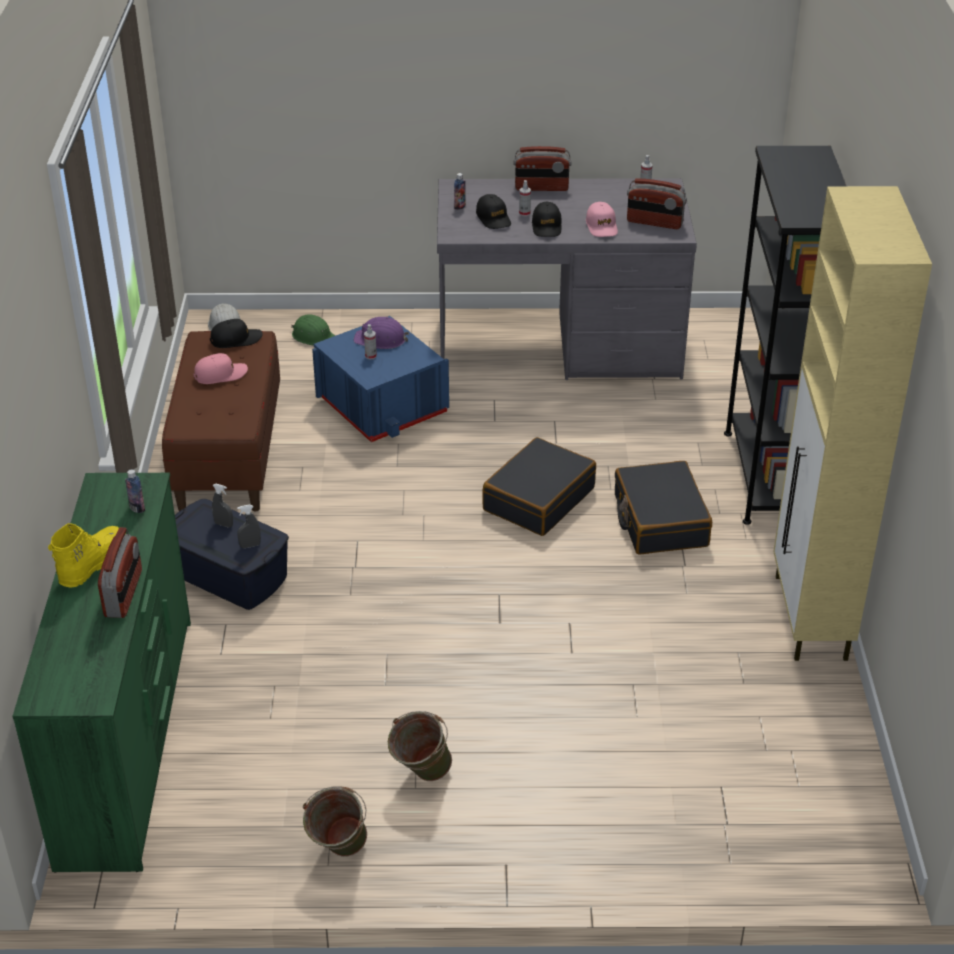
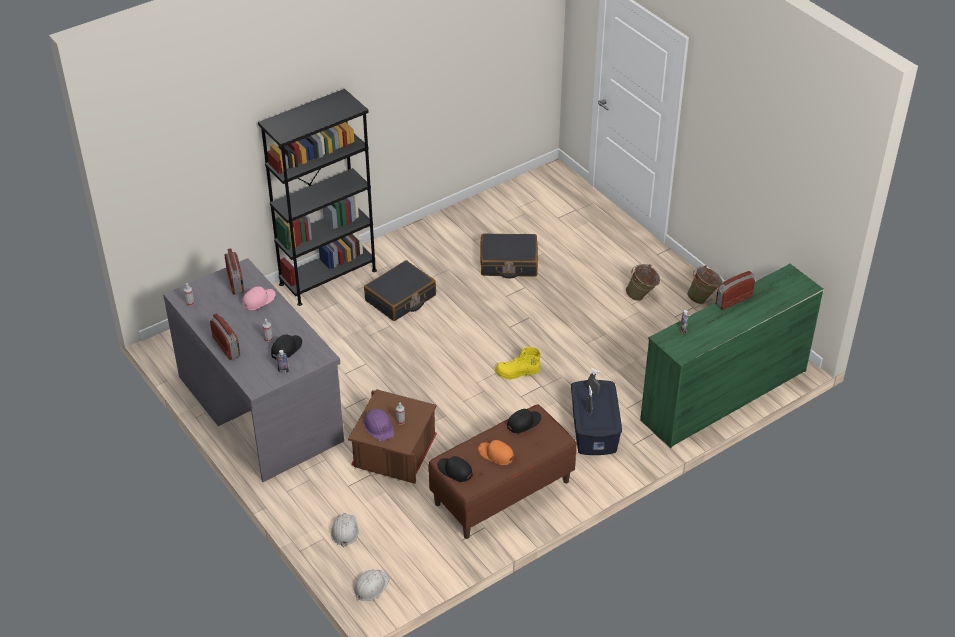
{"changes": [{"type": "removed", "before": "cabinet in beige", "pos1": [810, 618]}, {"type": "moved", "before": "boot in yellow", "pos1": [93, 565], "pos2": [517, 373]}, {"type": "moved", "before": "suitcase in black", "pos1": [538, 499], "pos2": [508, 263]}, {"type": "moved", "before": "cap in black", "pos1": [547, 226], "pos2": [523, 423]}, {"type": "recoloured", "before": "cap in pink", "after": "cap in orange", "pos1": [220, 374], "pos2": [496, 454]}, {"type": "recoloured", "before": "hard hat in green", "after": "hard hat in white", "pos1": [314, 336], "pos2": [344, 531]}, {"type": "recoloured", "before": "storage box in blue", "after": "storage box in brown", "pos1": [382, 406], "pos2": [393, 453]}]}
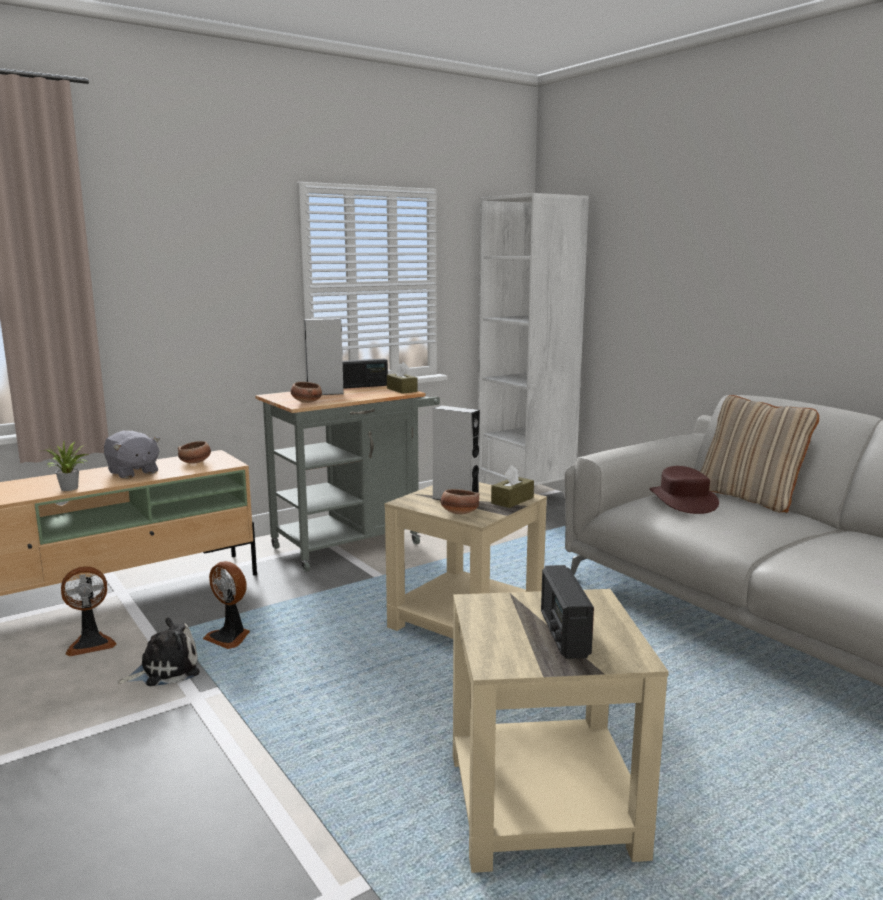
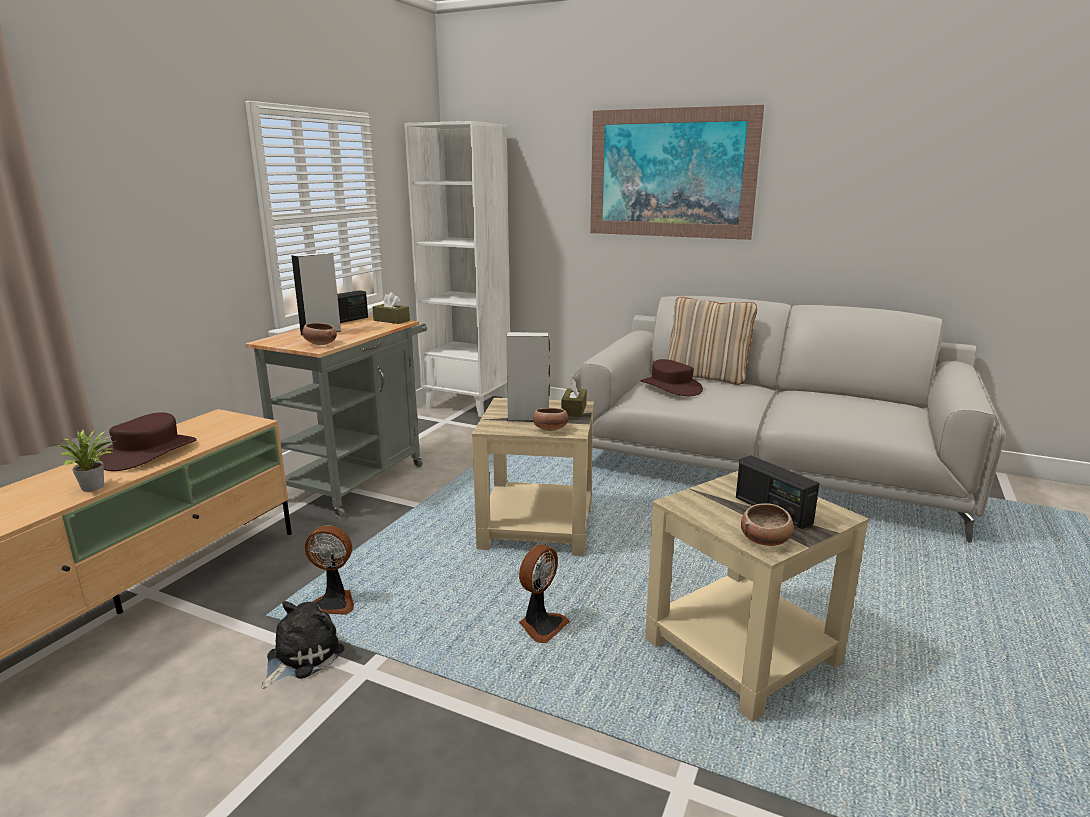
{"changes": [{"type": "added", "after": "picture", "pos2": [671, 173]}, {"type": "moved", "before": "fan", "pos1": [91, 643], "pos2": [541, 626]}, {"type": "moved", "before": "bowl", "pos1": [195, 462], "pos2": [765, 540]}, {"type": "replaced", "before": "plush toy in grey", "after": "hat in brown", "pos1": [132, 472], "pos2": [148, 452]}]}
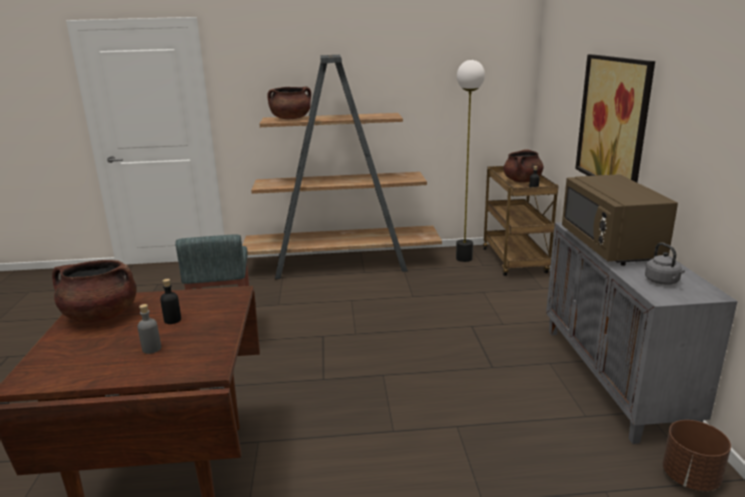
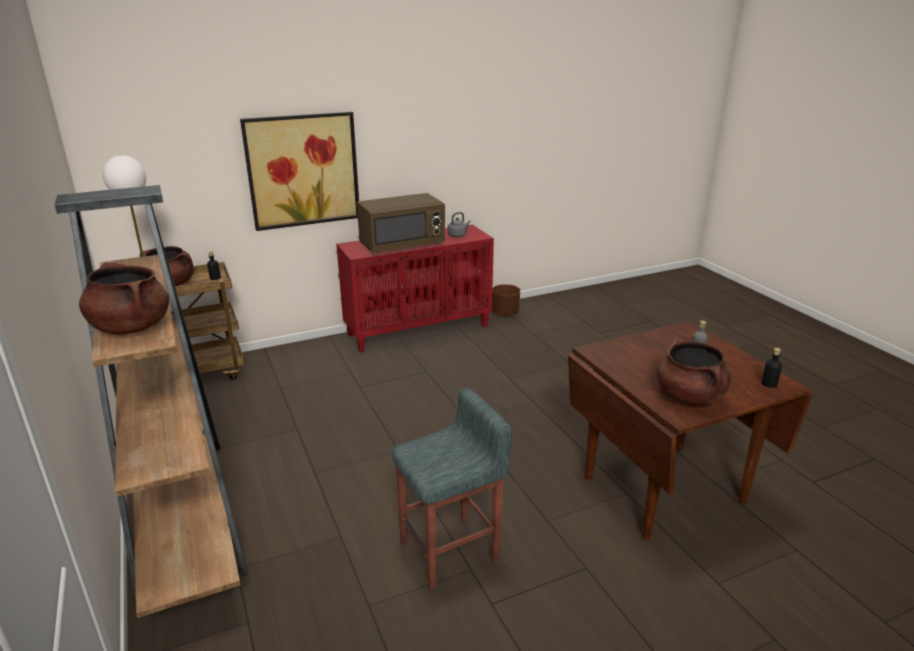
{"changes": [{"type": "moved", "before": "bottle in black", "pos1": [172, 320], "pos2": [769, 384]}, {"type": "recoloured", "before": "cabinet in grey", "after": "cabinet in red", "pos1": [614, 378], "pos2": [419, 329]}]}
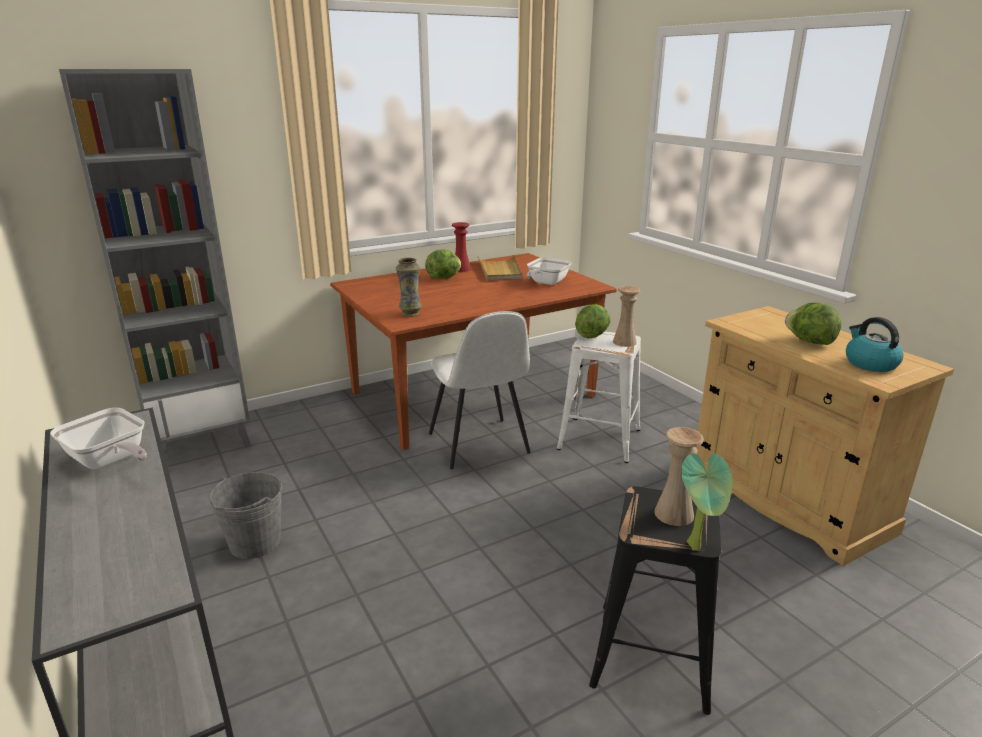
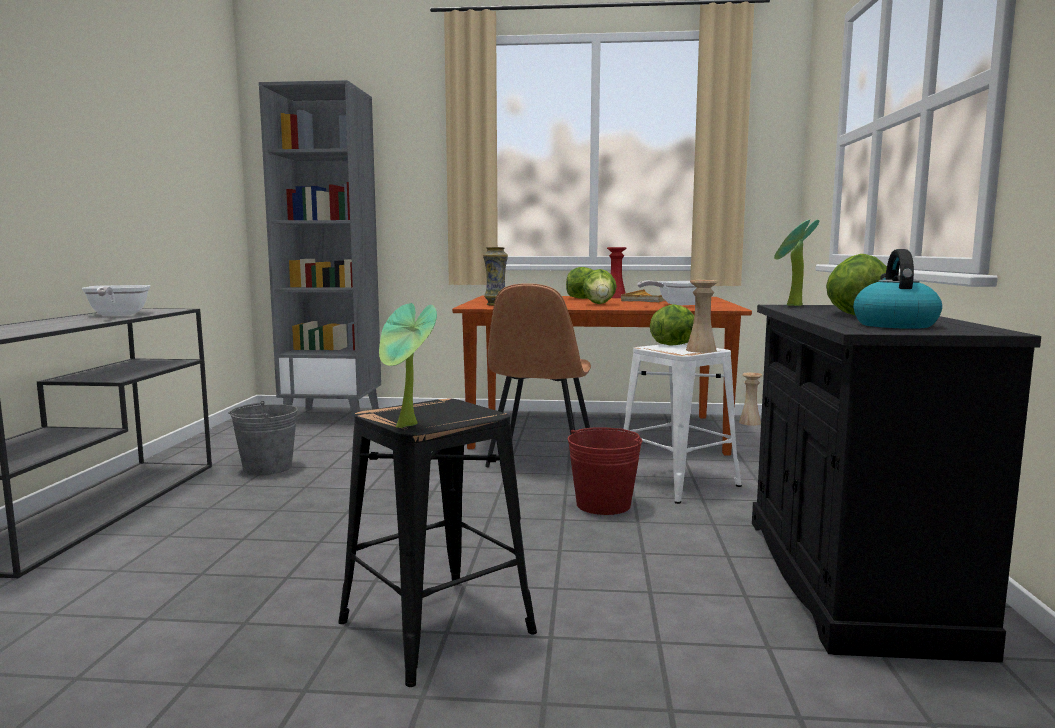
{"changes": [{"type": "added", "after": "bucket in red", "pos2": [603, 505]}, {"type": "added", "after": "lettuce", "pos2": [599, 304]}, {"type": "added", "after": "potted plant", "pos2": [791, 305]}, {"type": "moved", "before": "vase in beige", "pos1": [674, 514], "pos2": [749, 422]}, {"type": "recoloured", "before": "chair in white", "after": "chair in brown", "pos1": [479, 444], "pos2": [541, 460]}, {"type": "recoloured", "before": "cabinet in beige", "after": "cabinet in black", "pos1": [786, 498], "pos2": [850, 579]}]}
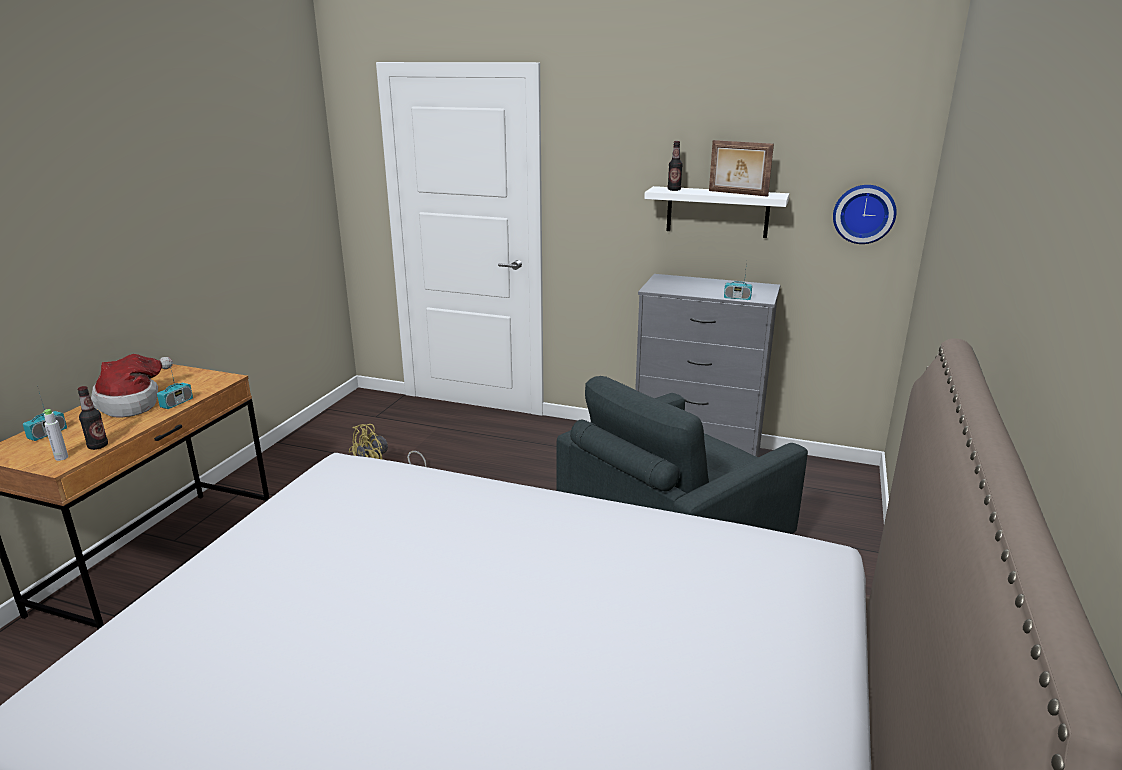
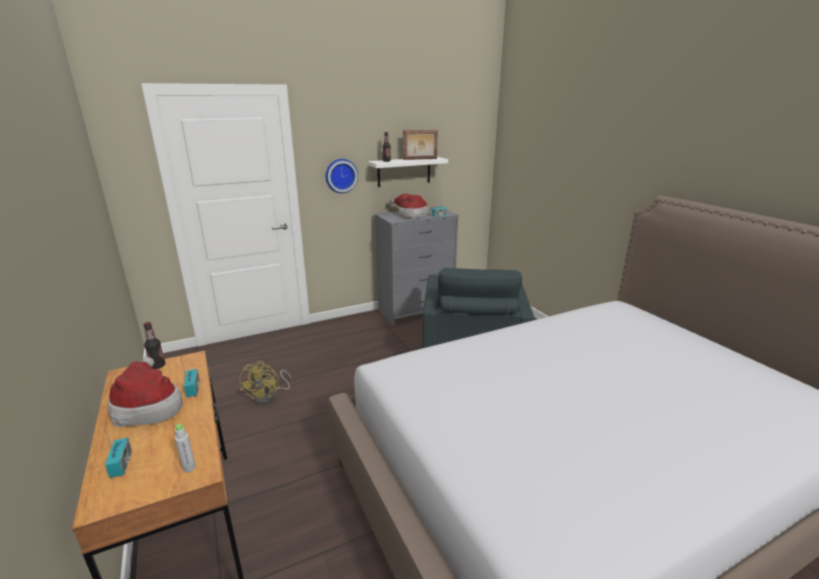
{"changes": [{"type": "added", "after": "hat", "pos2": [411, 215]}, {"type": "moved", "before": "bottle", "pos1": [98, 446], "pos2": [158, 366]}, {"type": "moved", "before": "wall clock", "pos1": [864, 213], "pos2": [341, 175]}]}
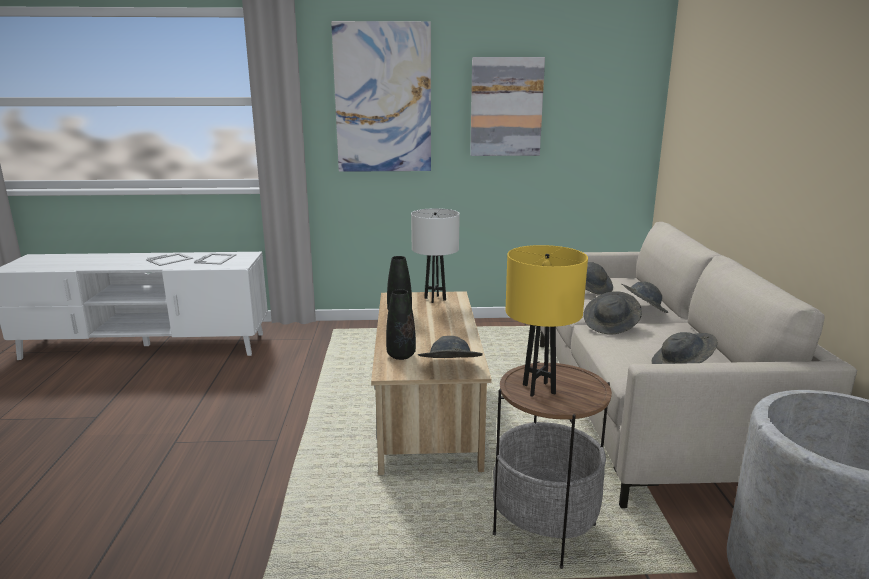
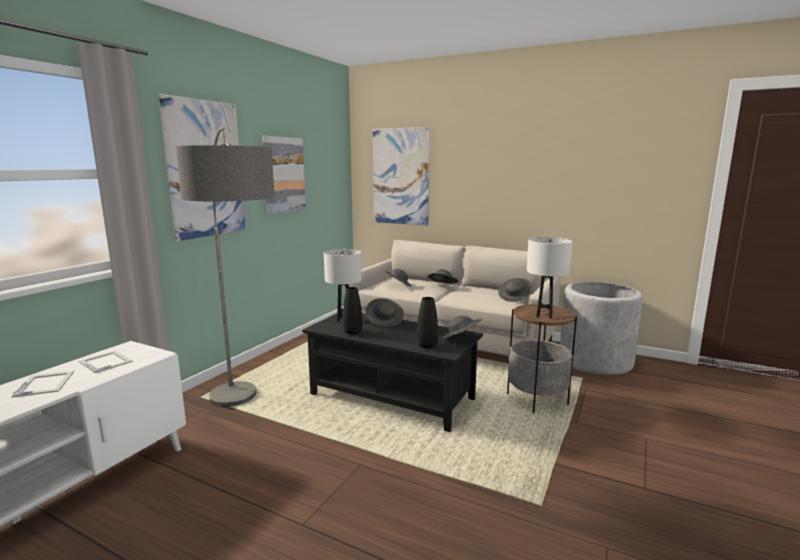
{"changes": [{"type": "added", "after": "floor lamp", "pos2": [243, 421]}, {"type": "added", "after": "picture", "pos2": [400, 177]}, {"type": "moved", "before": "hat in grey", "pos1": [611, 325], "pos2": [385, 321]}, {"type": "recoloured", "before": "coffee table in beige", "after": "coffee table in black", "pos1": [428, 414], "pos2": [392, 397]}, {"type": "recoloured", "before": "table lamp in yellow", "after": "table lamp in white", "pos1": [538, 389], "pos2": [544, 315]}]}
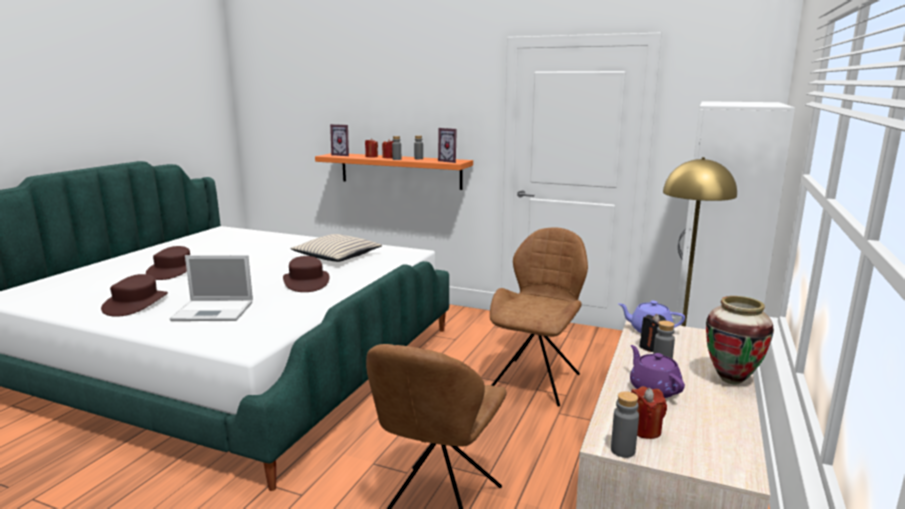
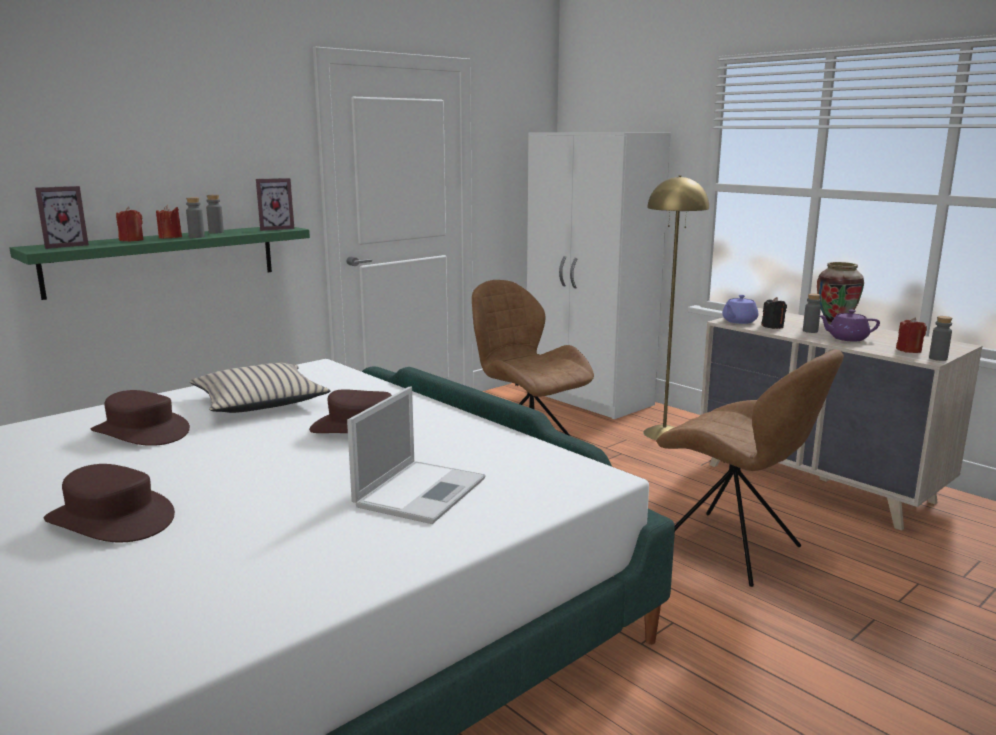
{"changes": [{"type": "moved", "before": "hat in brown", "pos1": [136, 303], "pos2": [141, 432]}, {"type": "recoloured", "before": "shelf in orange", "after": "shelf in green", "pos1": [400, 170], "pos2": [163, 259]}]}
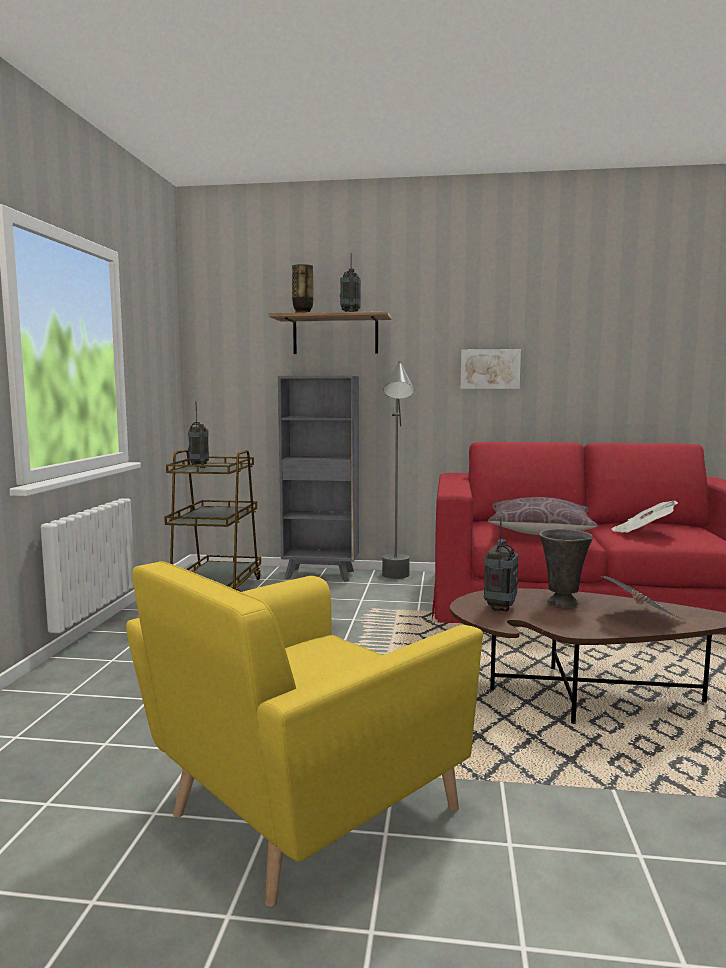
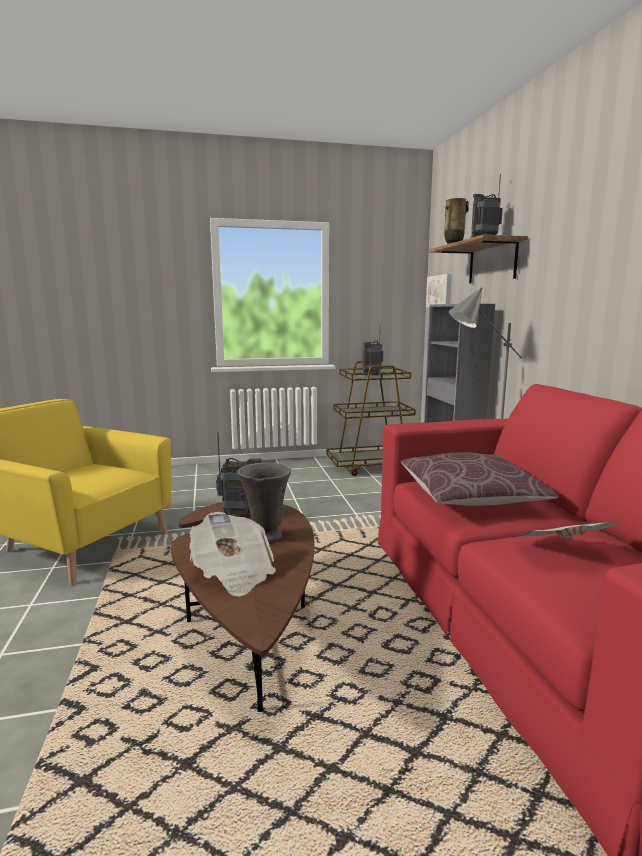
{"changes": [{"type": "moved", "before": "picture", "pos1": [490, 369], "pos2": [440, 291]}]}
